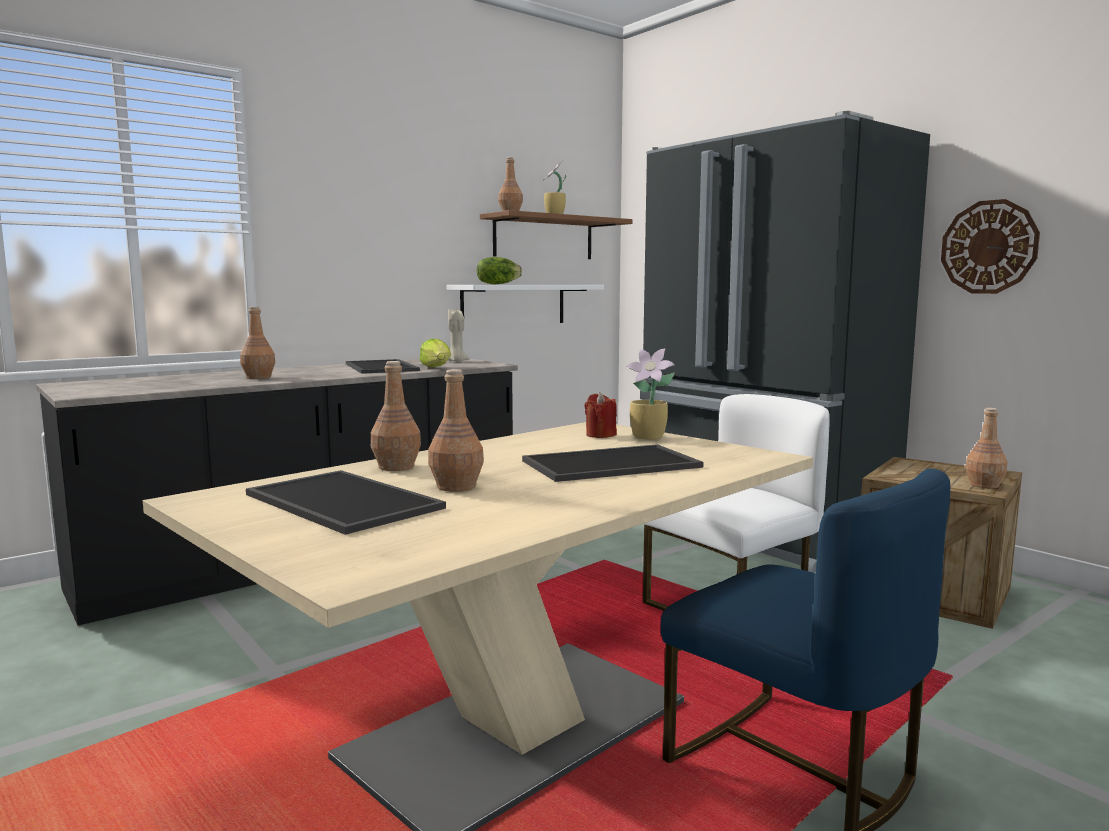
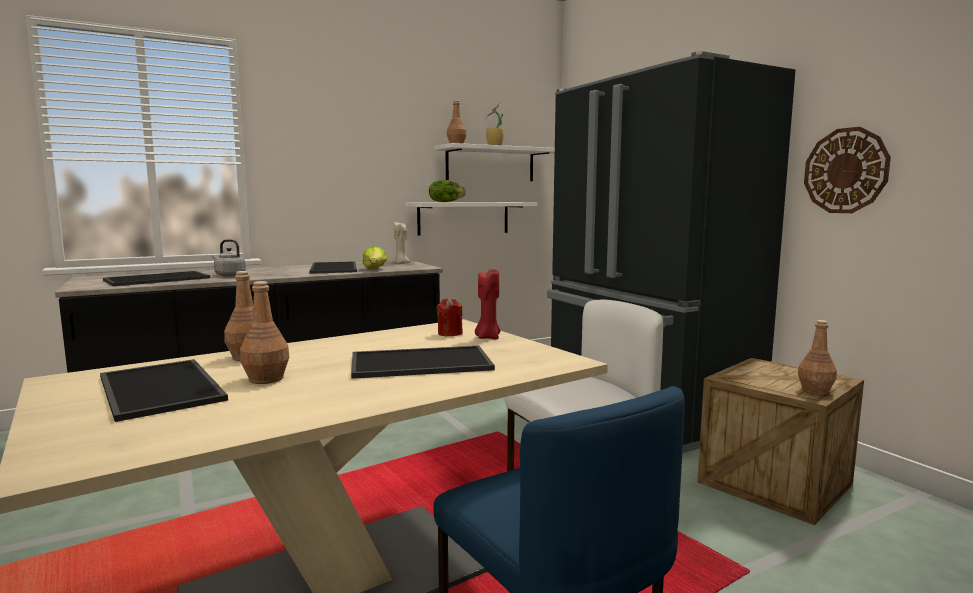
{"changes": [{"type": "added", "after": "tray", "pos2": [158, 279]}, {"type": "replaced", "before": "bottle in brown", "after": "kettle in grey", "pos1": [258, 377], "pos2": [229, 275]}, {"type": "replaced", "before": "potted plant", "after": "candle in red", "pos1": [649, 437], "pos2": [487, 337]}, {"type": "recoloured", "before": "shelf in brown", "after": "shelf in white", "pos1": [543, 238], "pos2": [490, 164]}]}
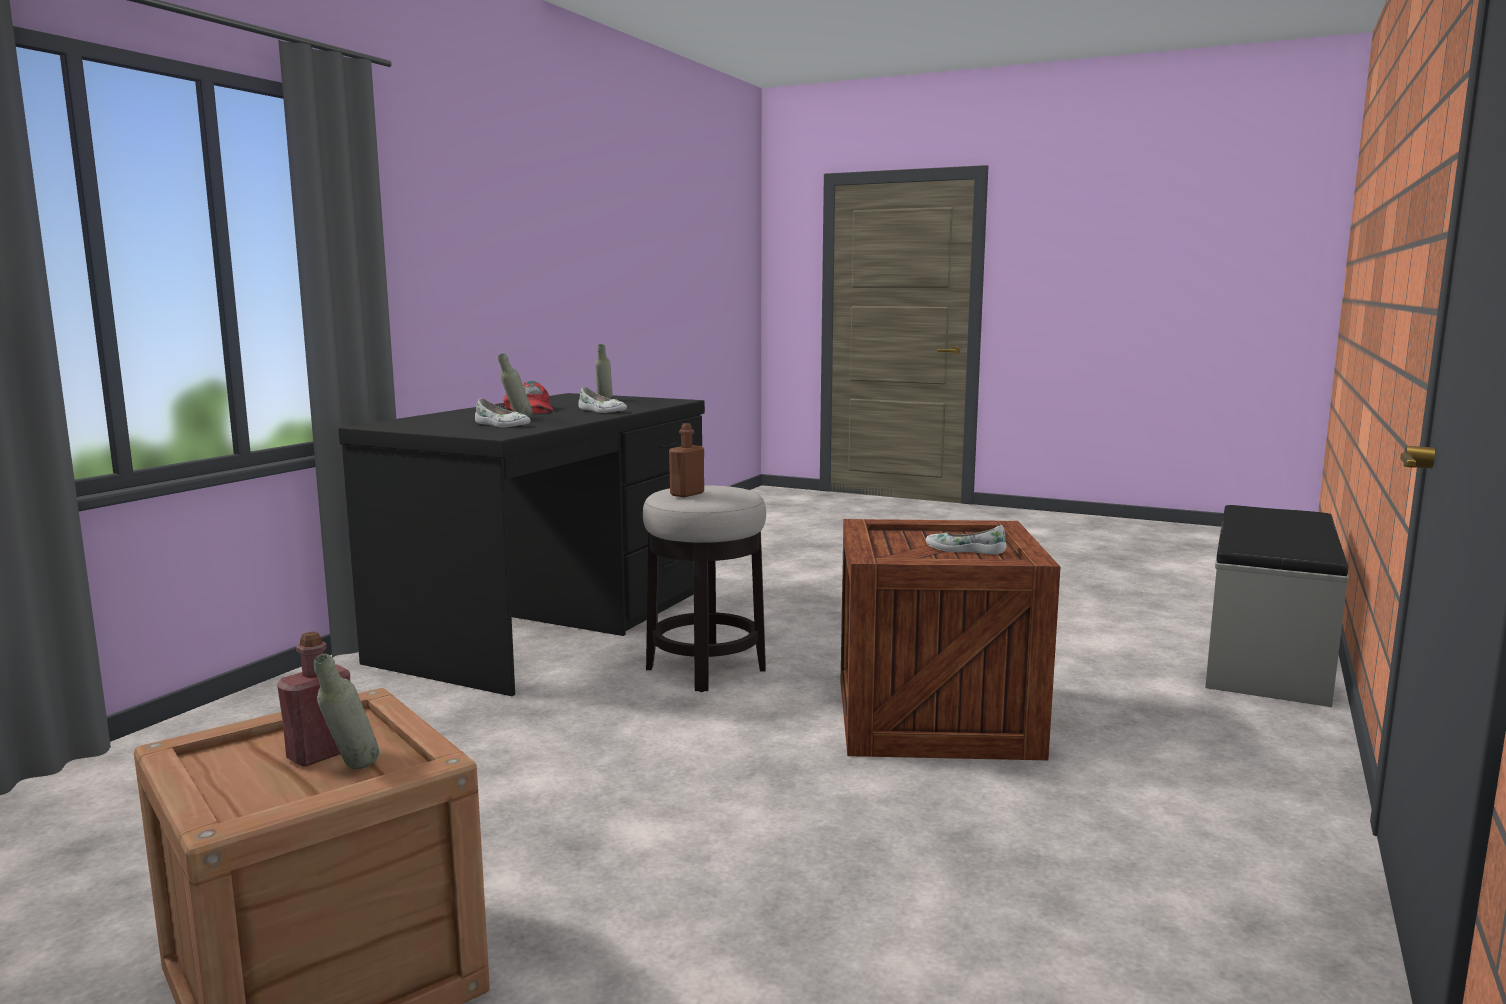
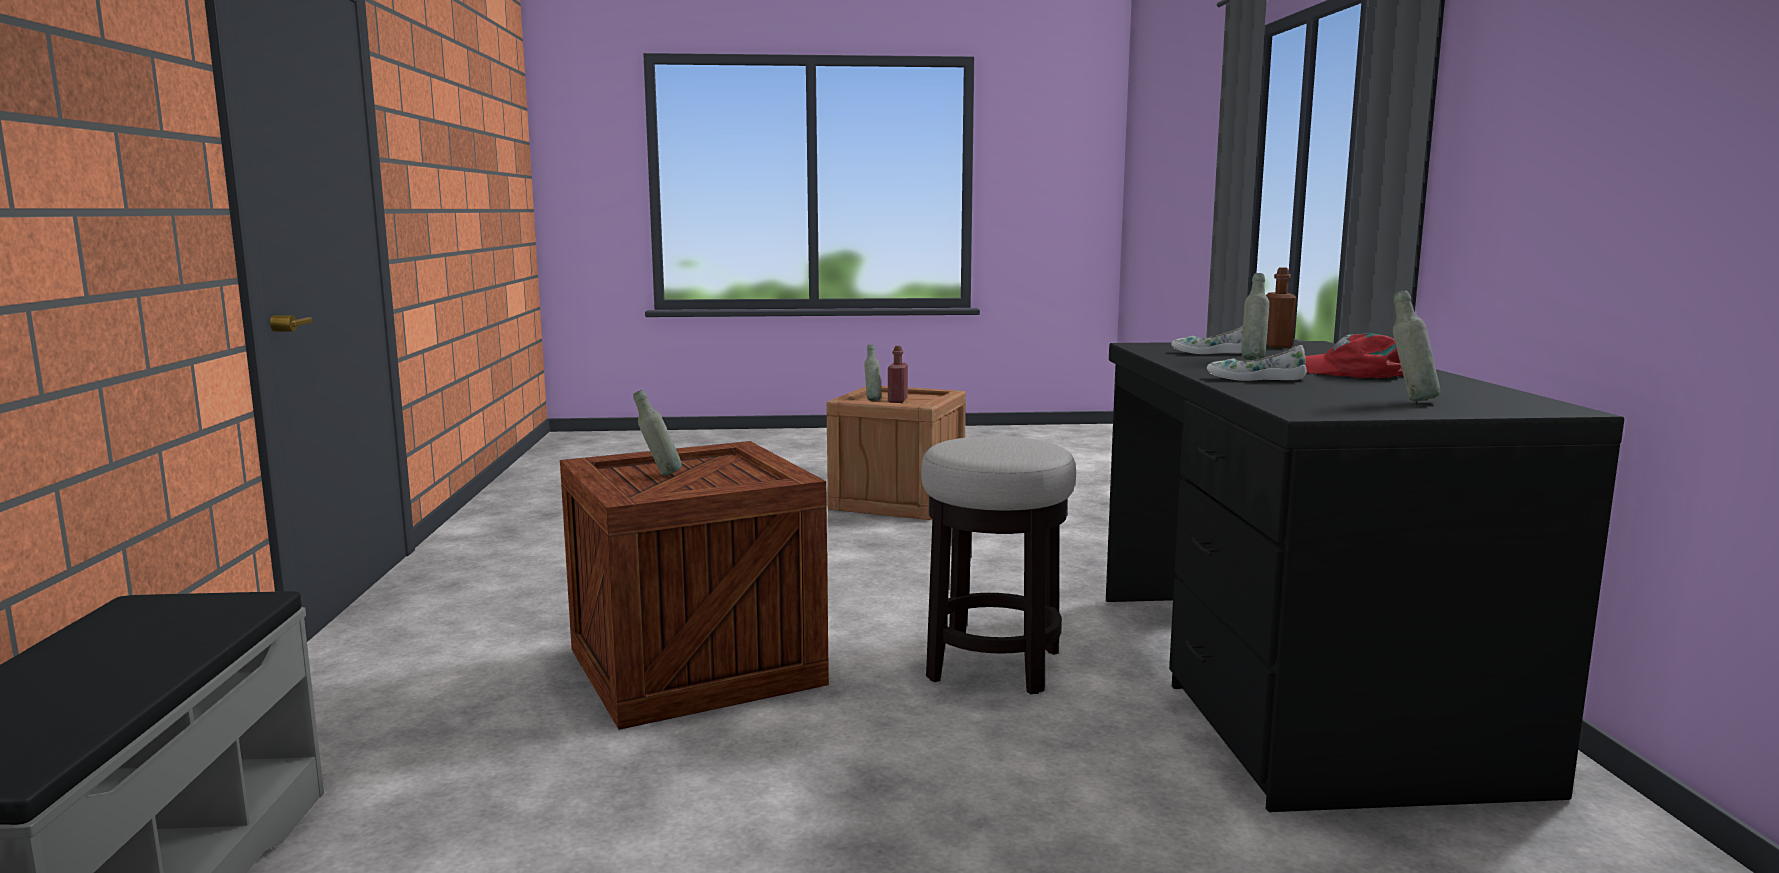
{"changes": [{"type": "moved", "before": "bottle in brown", "pos1": [687, 494], "pos2": [1277, 345]}, {"type": "replaced", "before": "shoe in white", "after": "bottle in grey", "pos1": [965, 550], "pos2": [659, 475]}]}
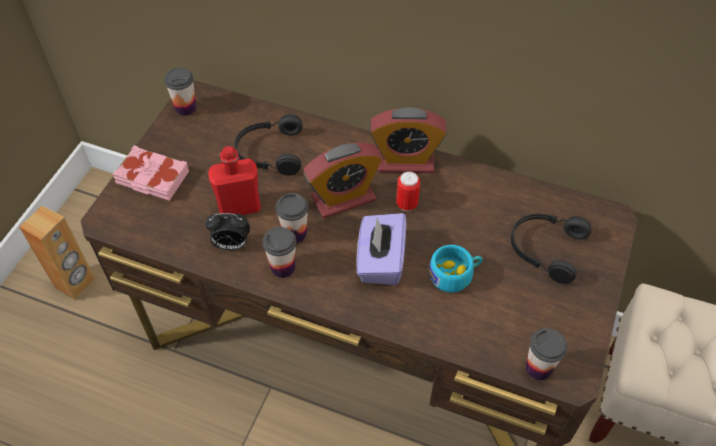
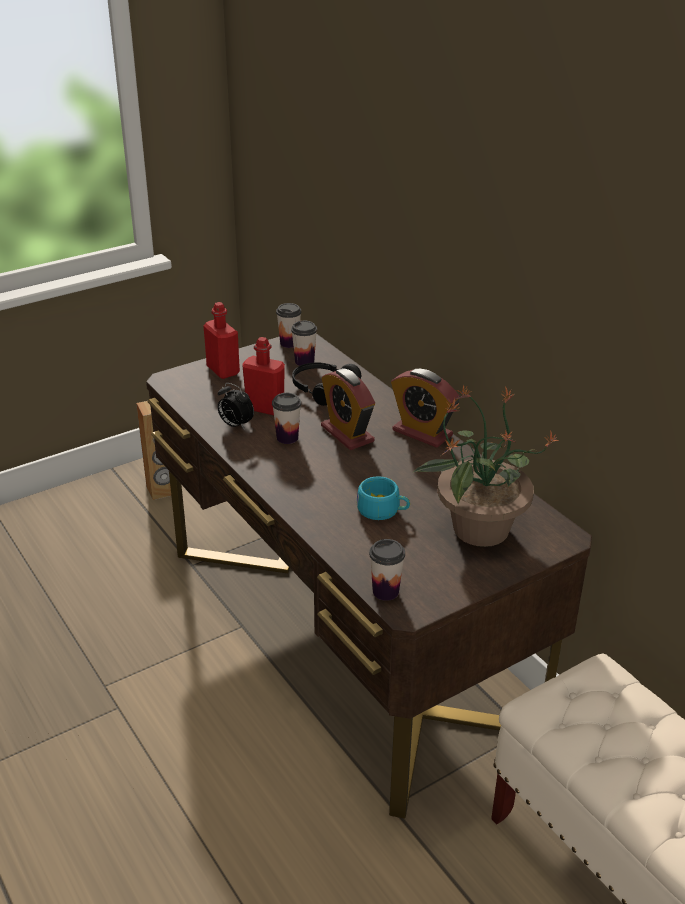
{"changes": [{"type": "removed", "before": "tissue box in purple", "pos1": [380, 261]}, {"type": "removed", "before": "can", "pos1": [407, 204]}, {"type": "moved", "before": "cup", "pos1": [283, 267], "pos2": [304, 361]}, {"type": "replaced", "before": "book in pink", "after": "bottle in red", "pos1": [152, 178], "pos2": [223, 370]}, {"type": "replaced", "before": "headphones in black", "after": "potted plant", "pos1": [545, 249], "pos2": [478, 529]}, {"type": "turned", "before": "alarm clock", "pos1": [343, 198], "pos2": [347, 434], "turn": 45}]}
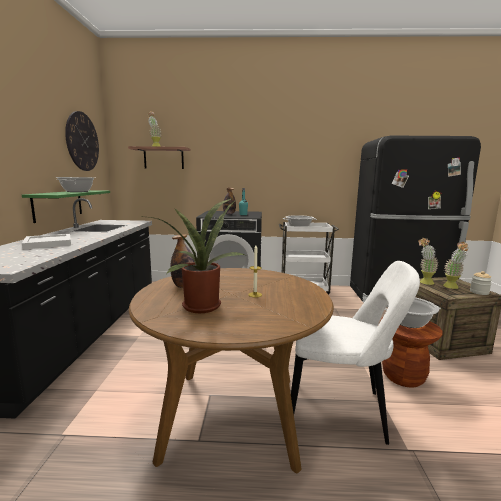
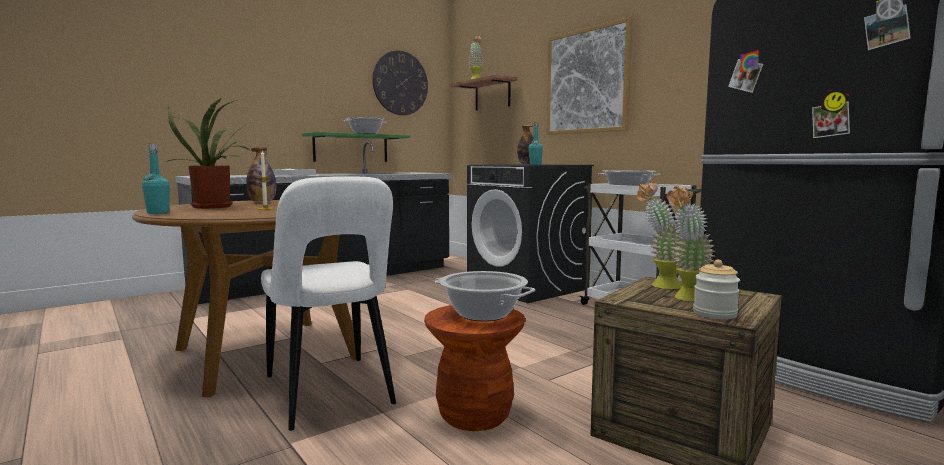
{"changes": [{"type": "added", "after": "bottle in turquoise", "pos2": [158, 213]}, {"type": "added", "after": "picture", "pos2": [587, 81]}]}
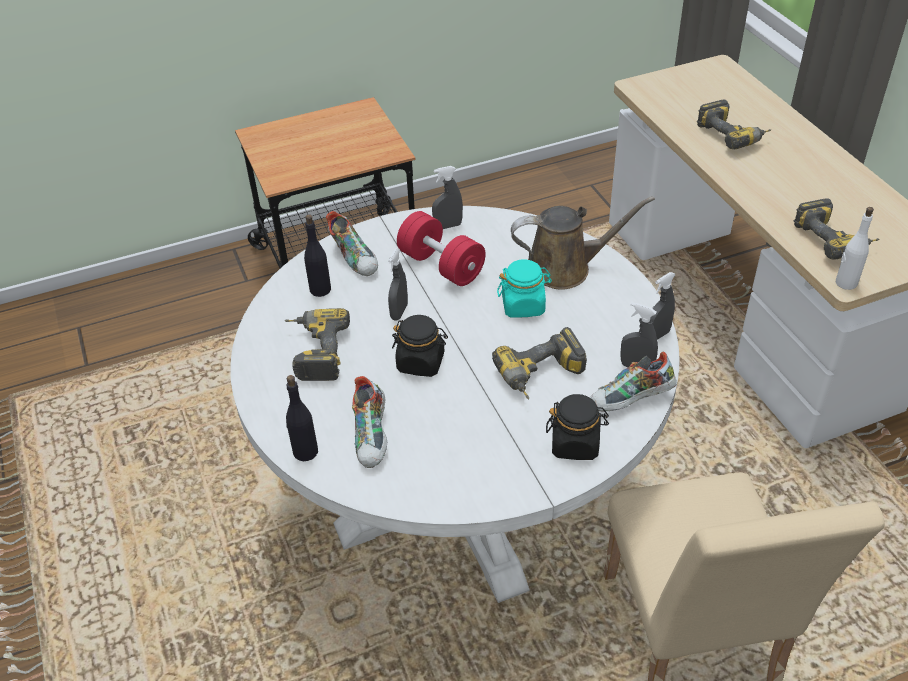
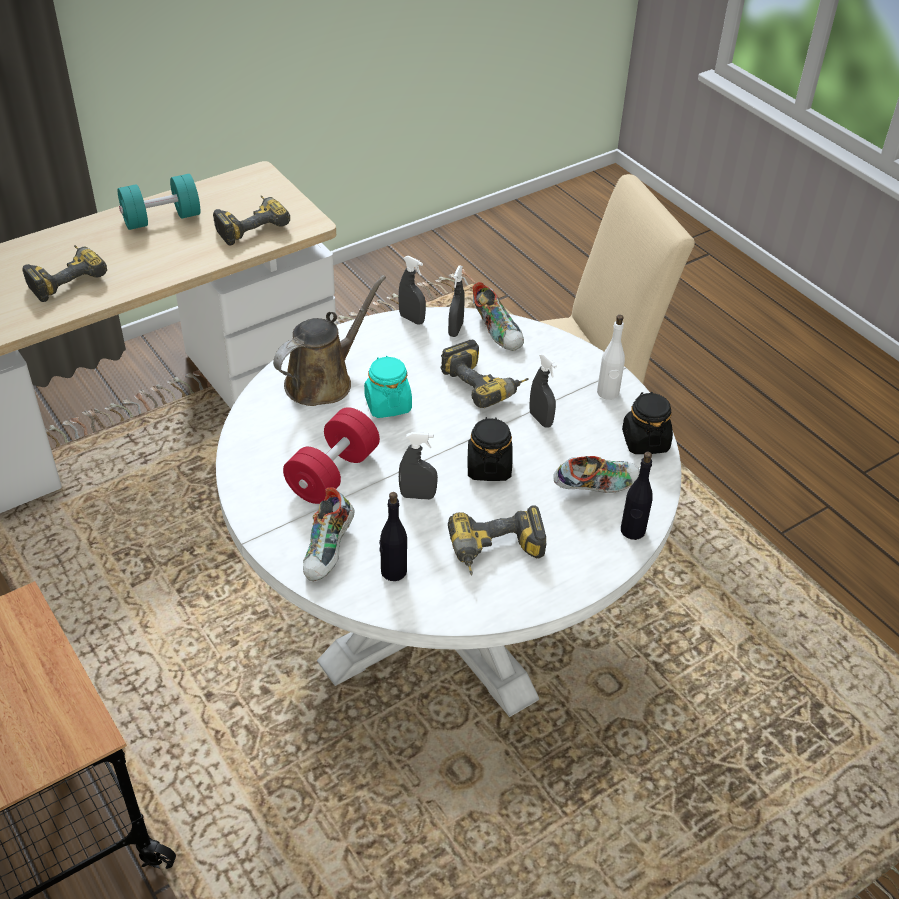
{"changes": [{"type": "added", "after": "dumbbell in turquoise", "pos2": [162, 219]}, {"type": "moved", "before": "spray bottle in grey", "pos1": [448, 226], "pos2": [540, 419]}, {"type": "moved", "before": "jar in black", "pos1": [575, 444], "pos2": [645, 441]}, {"type": "moved", "before": "bottle in white", "pos1": [845, 283], "pos2": [608, 393]}, {"type": "turned", "before": "shoe", "pos1": [355, 258], "pos2": [329, 551], "turn": 150}, {"type": "turned", "before": "watering can in brown", "pos1": [564, 268], "pos2": [323, 380], "turn": 60}]}
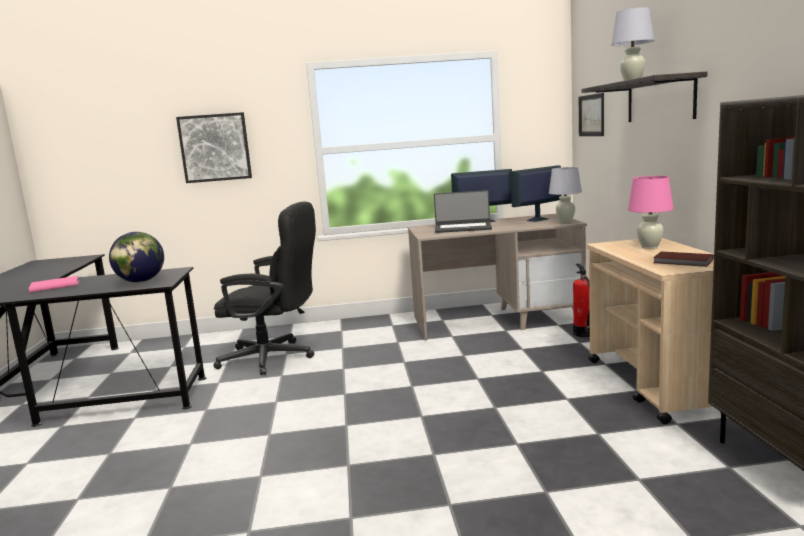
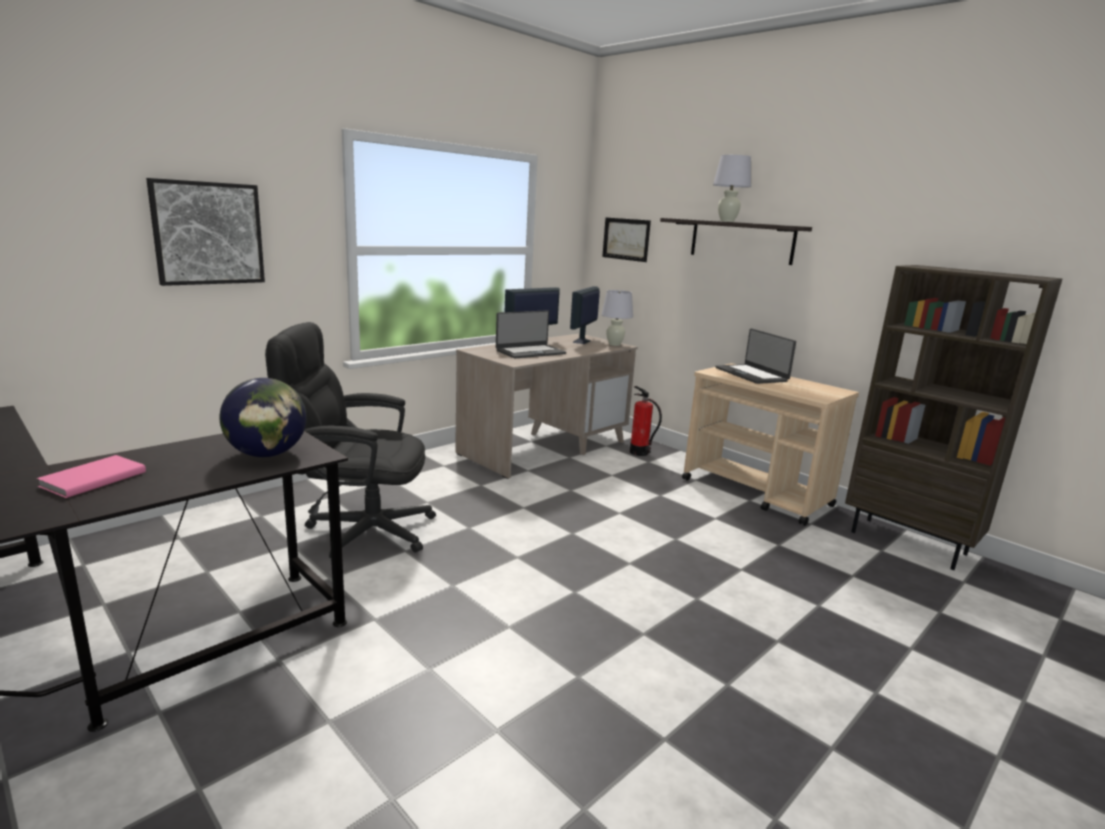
{"changes": [{"type": "removed", "before": "book in brown", "pos1": [683, 261]}, {"type": "replaced", "before": "table lamp in pink", "after": "laptop", "pos1": [649, 247], "pos2": [752, 374]}, {"type": "turned", "before": "office chair in black", "pos1": [275, 358], "pos2": [359, 529], "turn": -150}]}
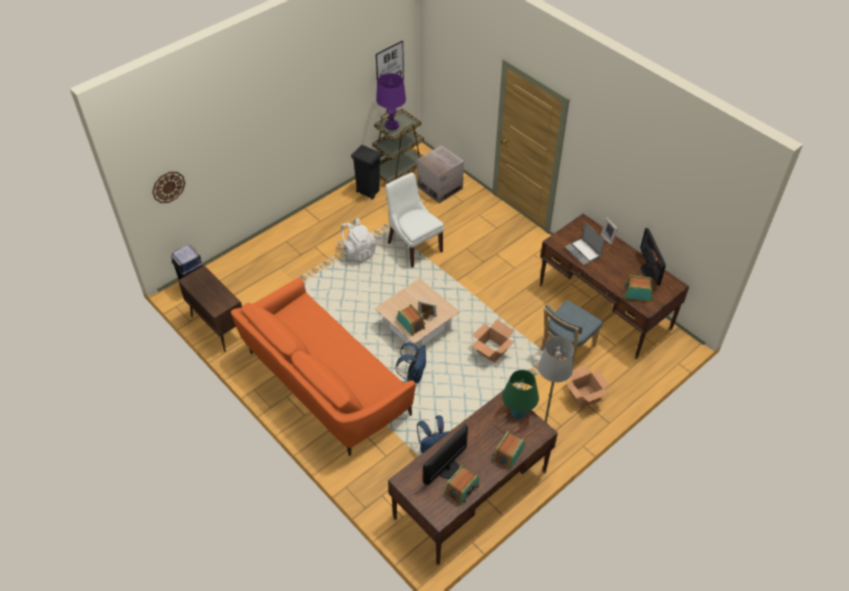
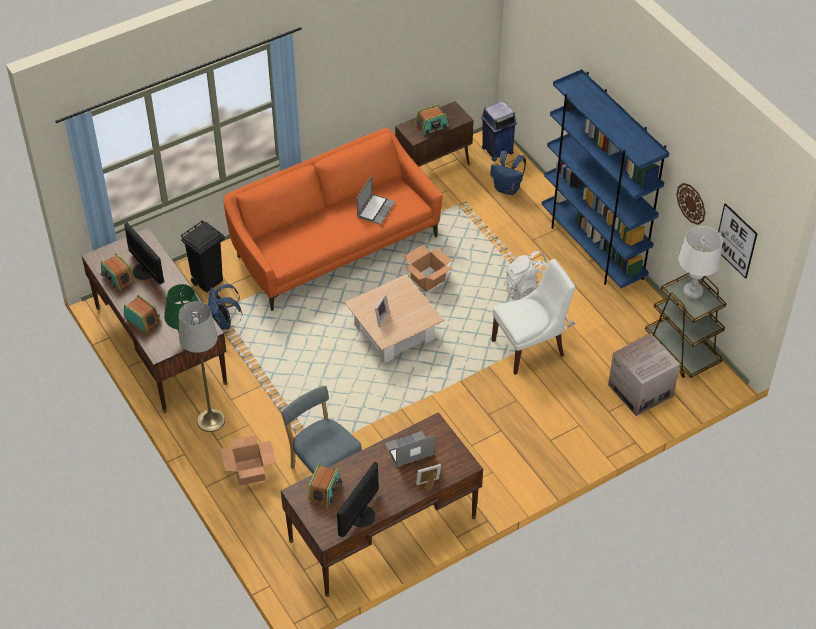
{"changes": [{"type": "added", "after": "laptop", "pos2": [375, 209]}, {"type": "added", "after": "bookcase in blue", "pos2": [593, 248]}, {"type": "moved", "before": "wall clock", "pos1": [168, 187], "pos2": [691, 203]}, {"type": "moved", "before": "trash can in black", "pos1": [368, 192], "pos2": [208, 281]}, {"type": "moved", "before": "backpack in blue", "pos1": [413, 375], "pos2": [507, 189]}, {"type": "moved", "before": "radio", "pos1": [411, 324], "pos2": [431, 126]}, {"type": "moved", "before": "cardboard box", "pos1": [492, 351], "pos2": [427, 280]}, {"type": "recoloured", "before": "table lamp in purple", "after": "table lamp in white", "pos1": [392, 125], "pos2": [692, 291]}, {"type": "turned", "before": "monitor", "pos1": [650, 270], "pos2": [360, 516], "turn": -60}]}
